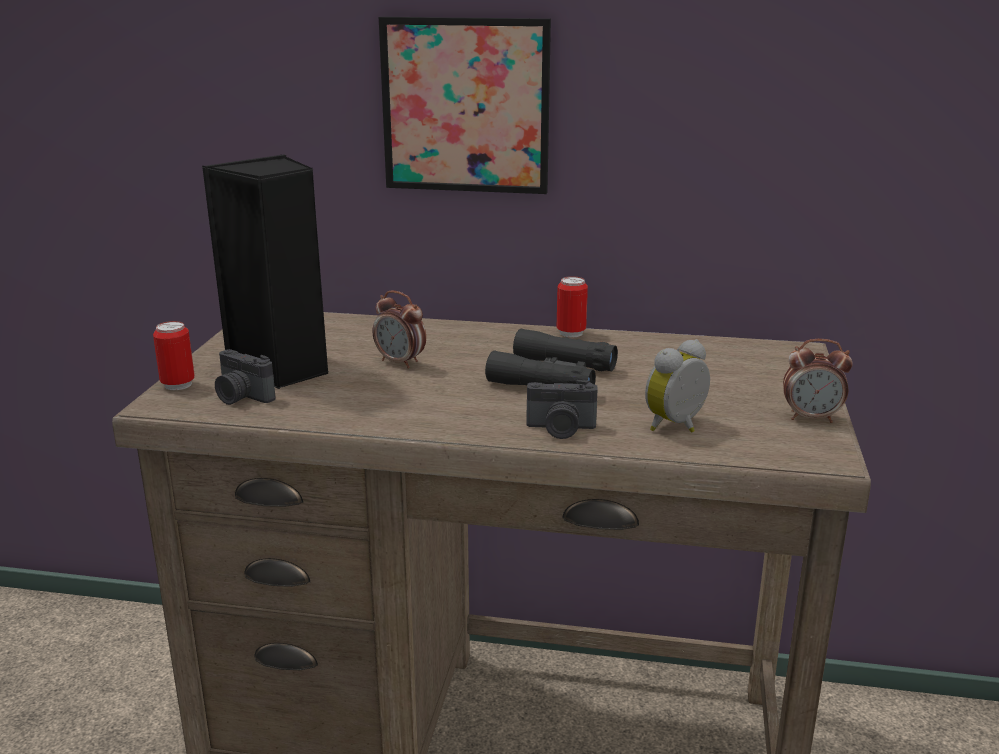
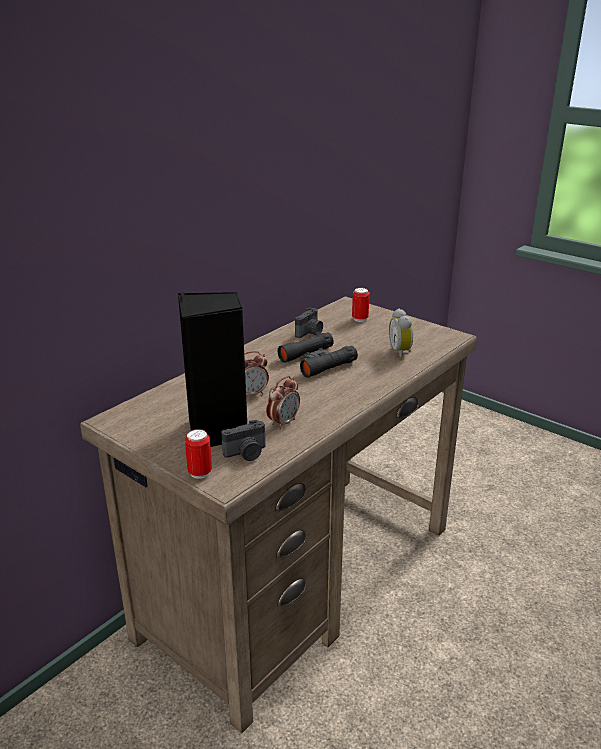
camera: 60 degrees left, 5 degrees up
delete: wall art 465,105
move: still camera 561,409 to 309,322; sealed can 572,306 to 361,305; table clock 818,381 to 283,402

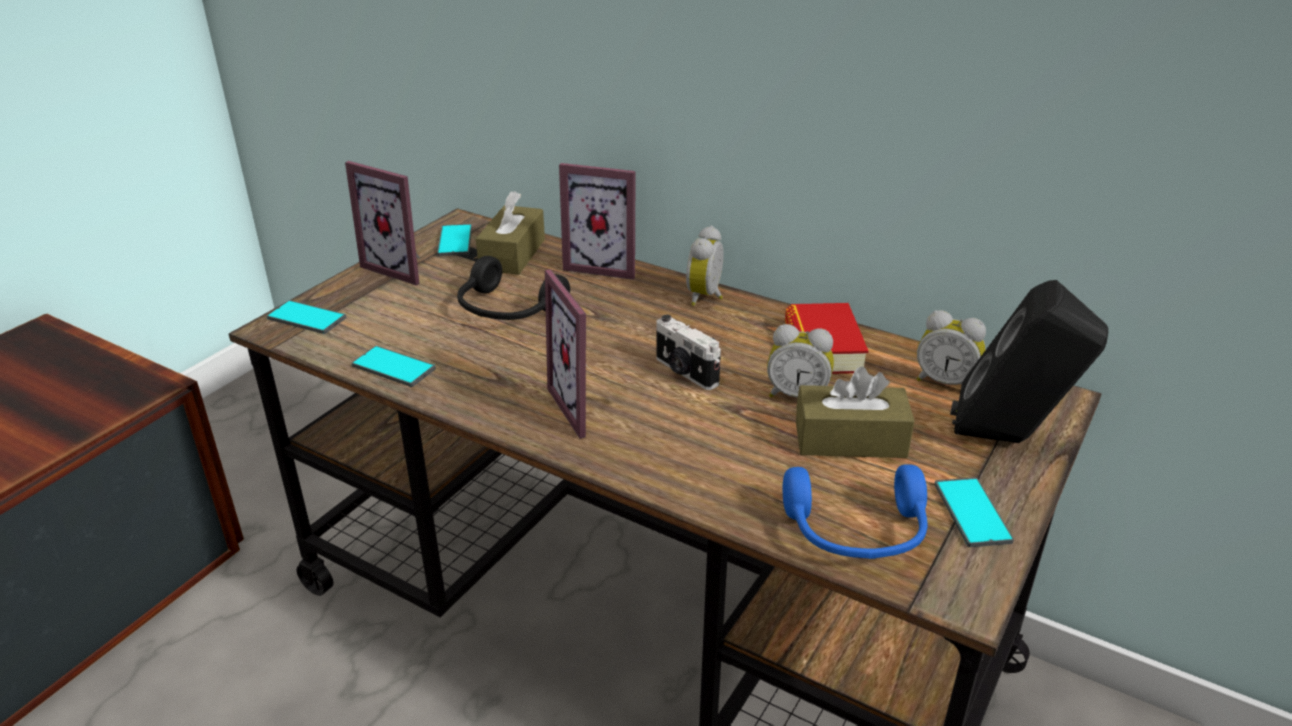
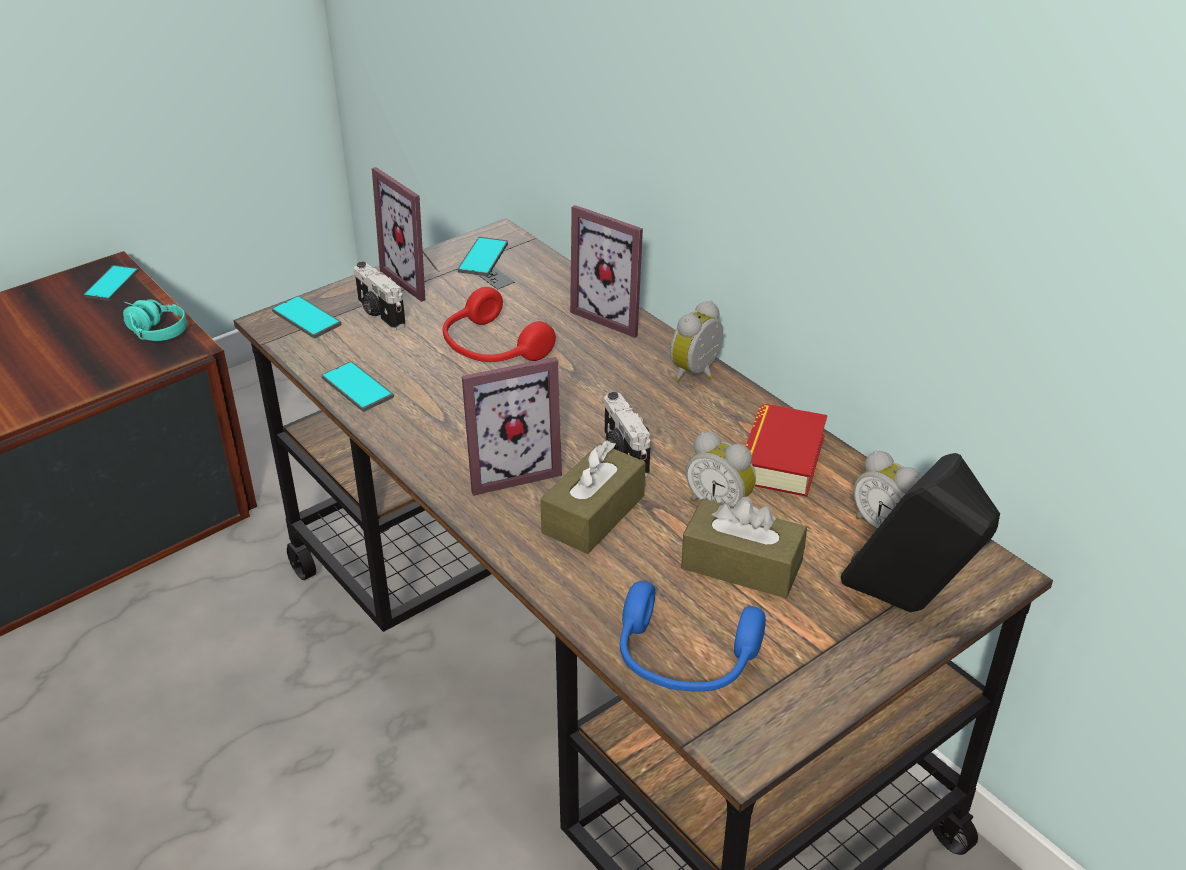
camera: 20 degrees right, 5 degrees up
insert: turquoise-coloured headset 155,320; still camera 380,296
move: brown-coloured tissue holder 510,233 to 592,497; handset 974,512 to 111,283
recolor: black-coloured headset 513,288 to red-coloured headset 499,324
rotate: photo frame 579,354 = 512,426 105 degrees counterclockwise

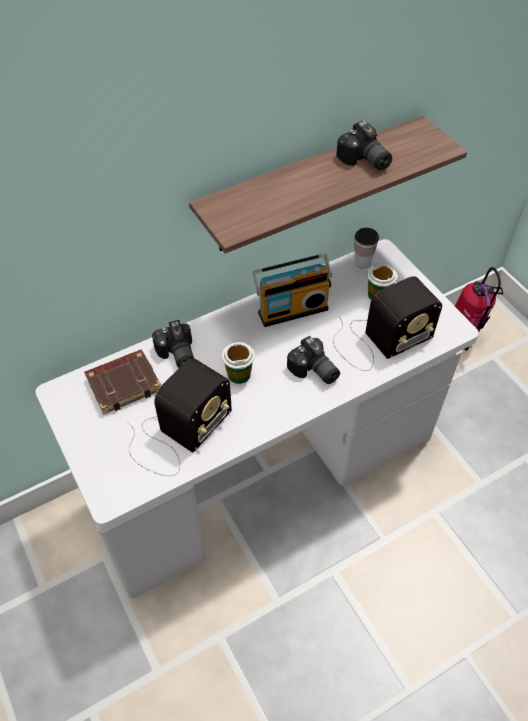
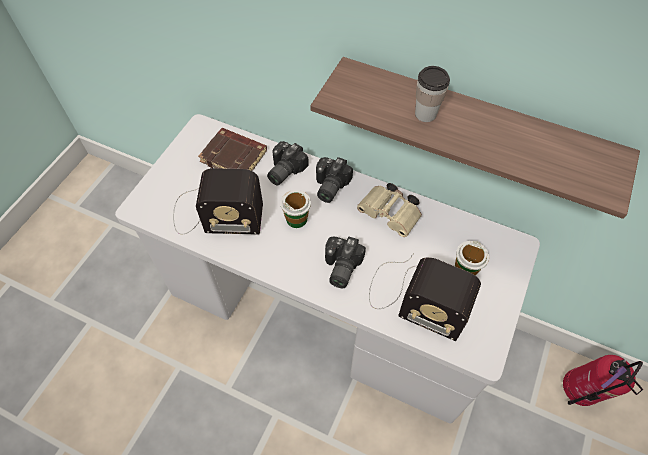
camera: 55 degrees right, 5 degrees up
move: still camera 364,146 to 334,180; cup 366,248 to 432,94
replace: radio 292,290 to beige field glasses 389,210

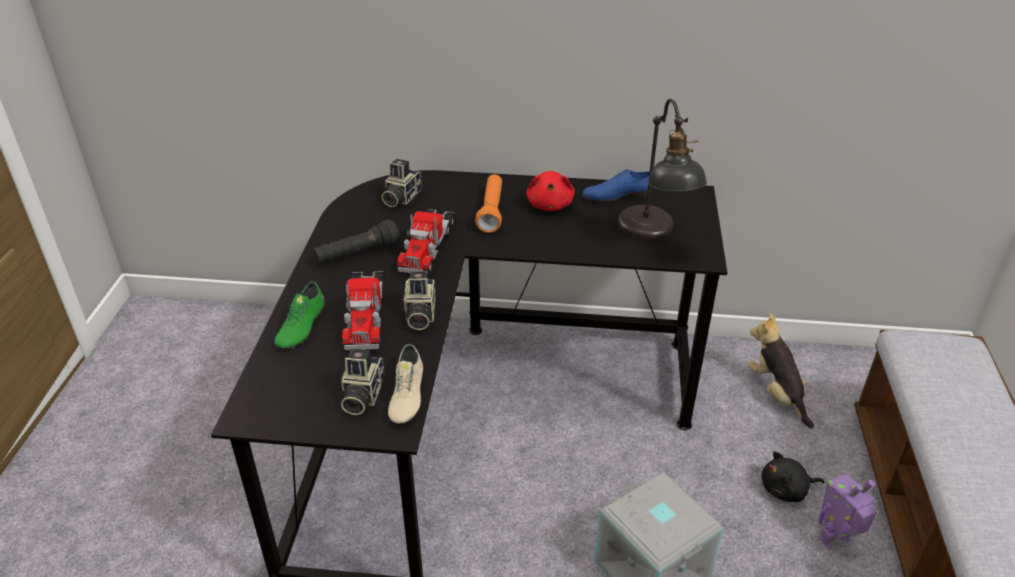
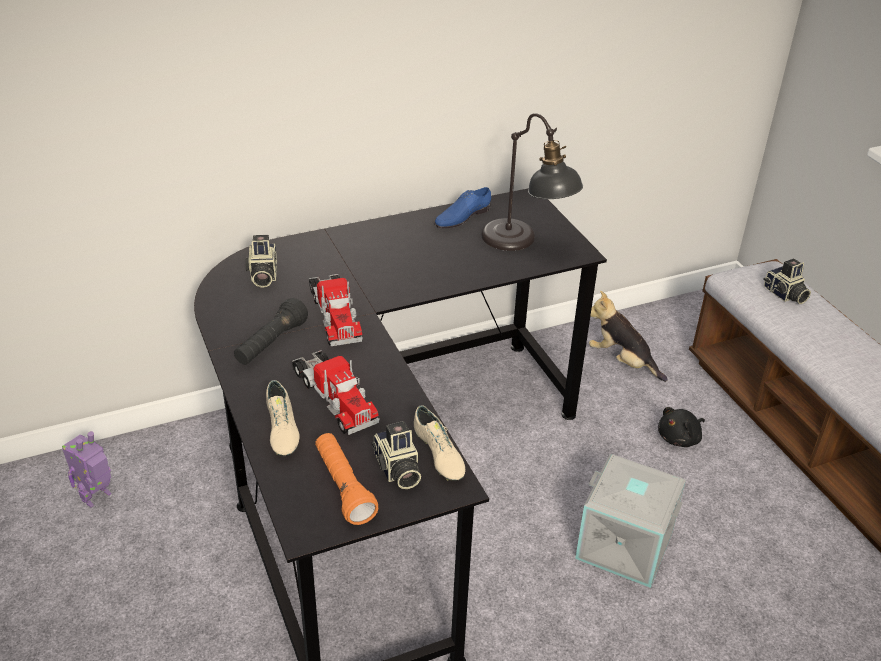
camera: 30 degrees left, 0 degrees up
delete: red-coloured plush toy 550,191
move: still camera 418,300 to 787,281; orange-coloured flashlight 488,203 to 346,479; toy robot 847,512 to 86,469
recolor: green shoe 299,315 to beige shoe 283,418

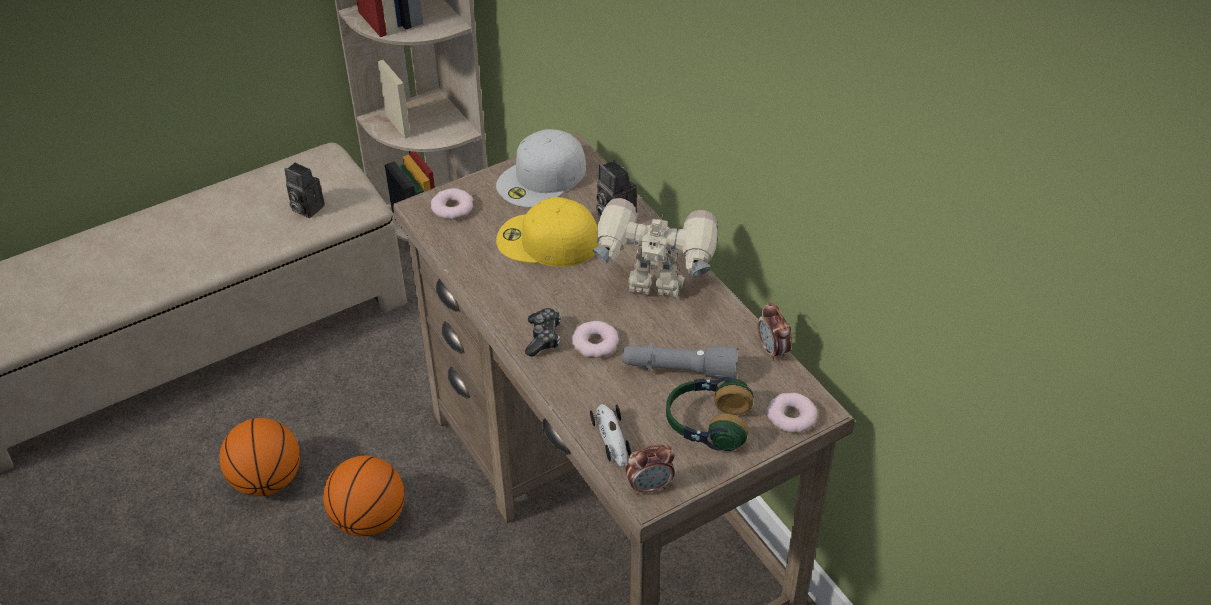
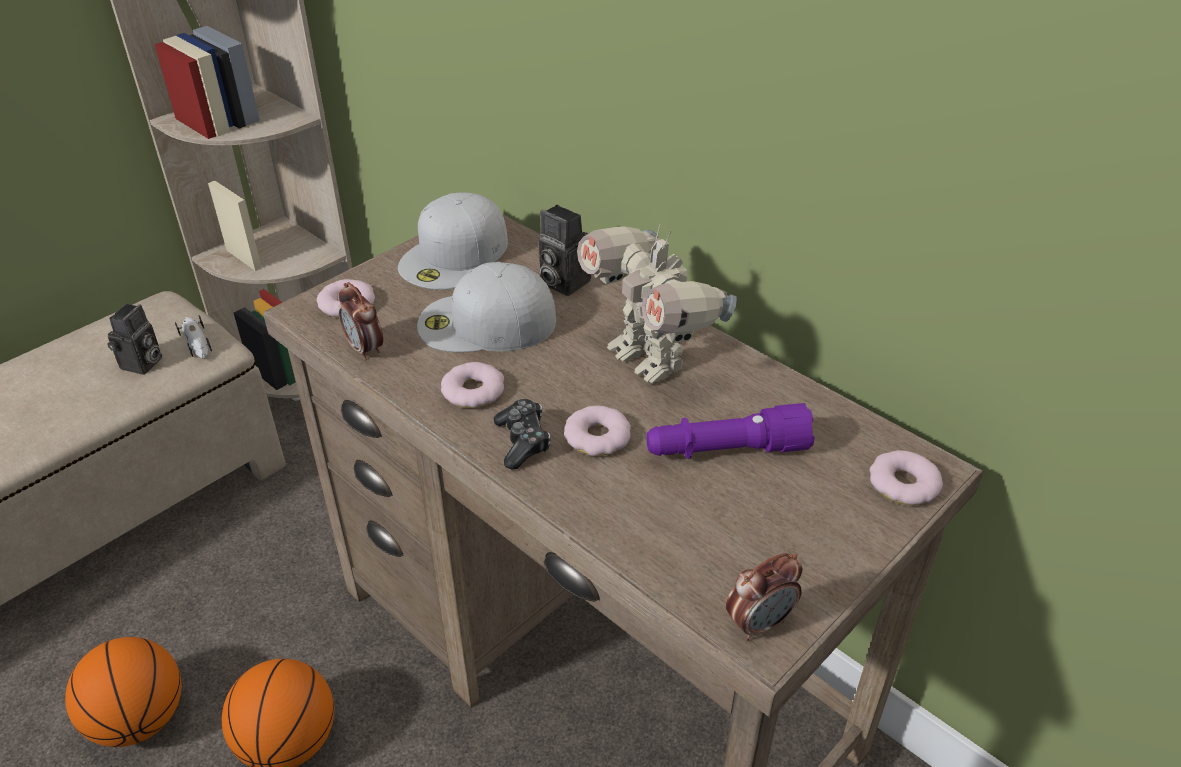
camera: 15 degrees left, 5 degrees down
delete: headset 709,414
insert: doughnut 472,385
move: model car 610,435 to 193,336; table clock 774,331 to 360,321
recolor: yellowish peaked cap 547,232 to white-coloured peaked cap 486,307; grey flashlight 680,361 to purplish flashlight 730,431
rotate: still camera 304,190 = 134,339 90 degrees counterclockwise; toy robot 655,248 = 657,303 120 degrees counterclockwise

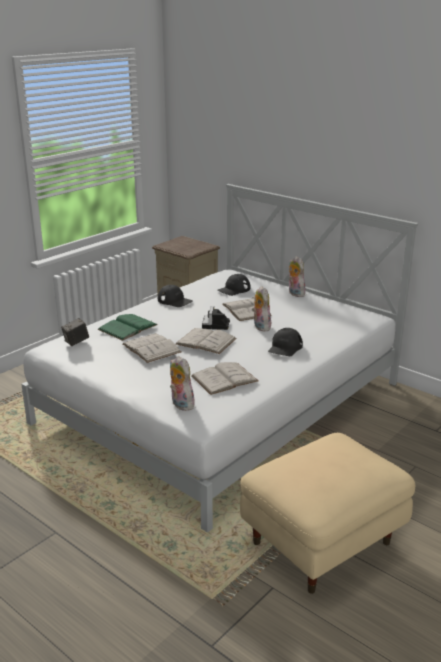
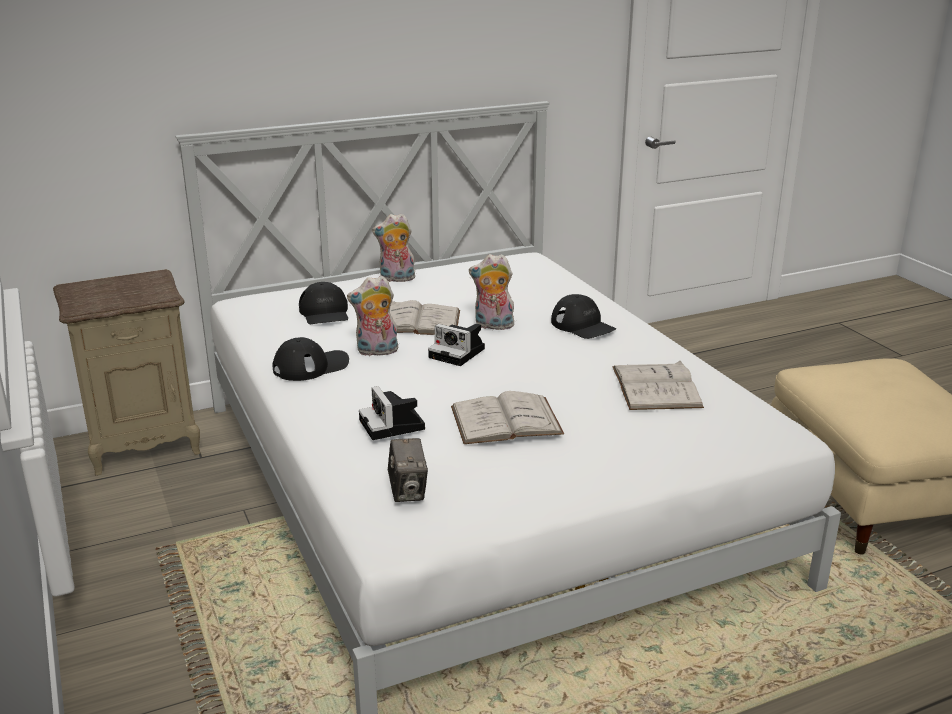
camera: 65 degrees left, 0 degrees up
delete: white-coloured bound book 206,341
move: plush toy 182,383 to 372,315
replace: green bound book 128,327 to still camera 392,413

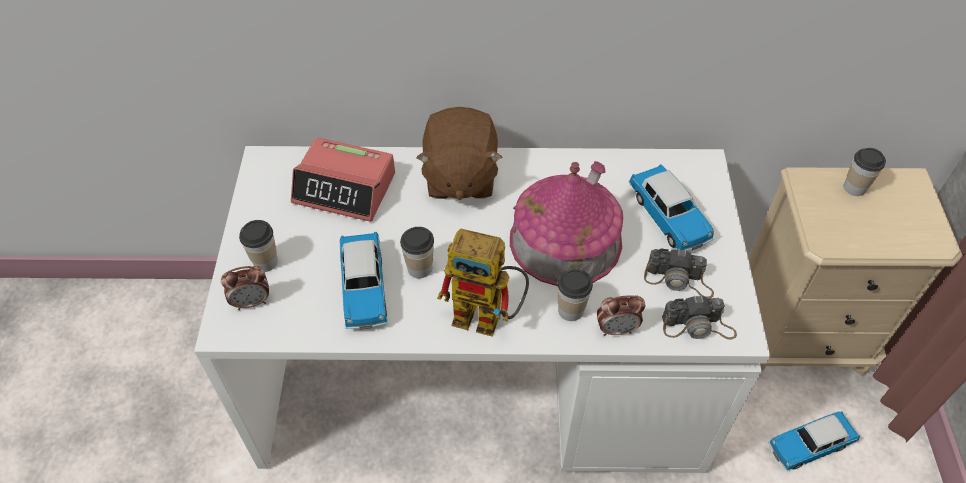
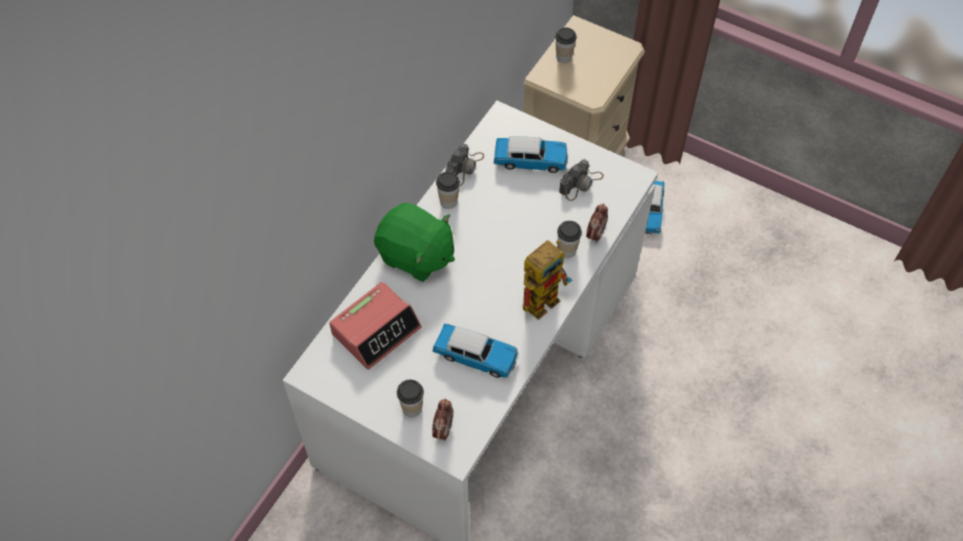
camera: 60 degrees left, 5 degrees up
delete: toy house 566,223
move: cup 417,252 to 448,190; still camera 699,317 to 465,164
recolor: brown-coloured plush toy 459,153 to green plush toy 414,242

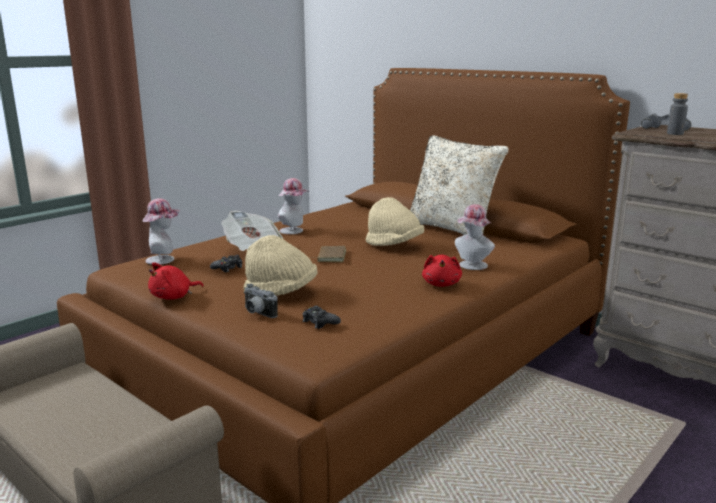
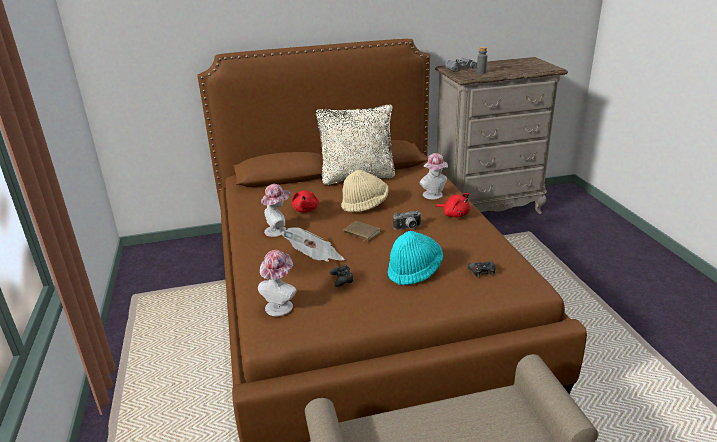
camera: 55 degrees left, 10 degrees up
move: red-coloured plush toy 175,281 to 305,201; still camera 261,301 to 407,220
recolor: beige clothing hat 281,265 to turquoise-coloured clothing hat 415,258

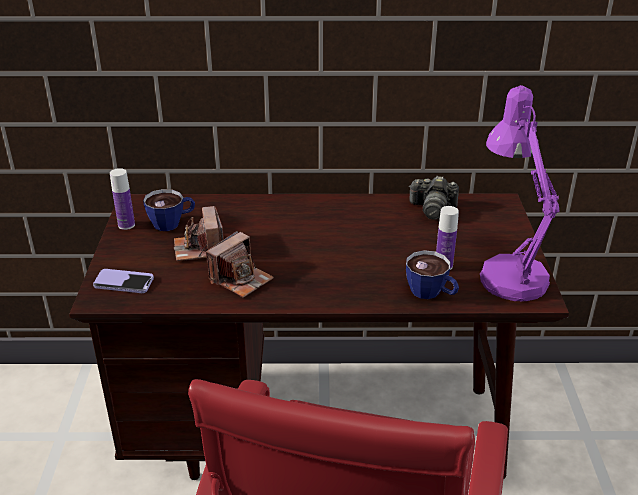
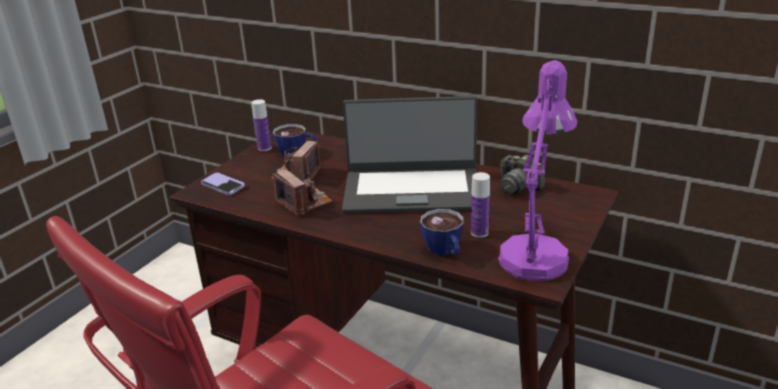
camera: 30 degrees right, 5 degrees down
insert: laptop 409,154
rotate: still camera 240,264 = 303,192 105 degrees counterclockwise

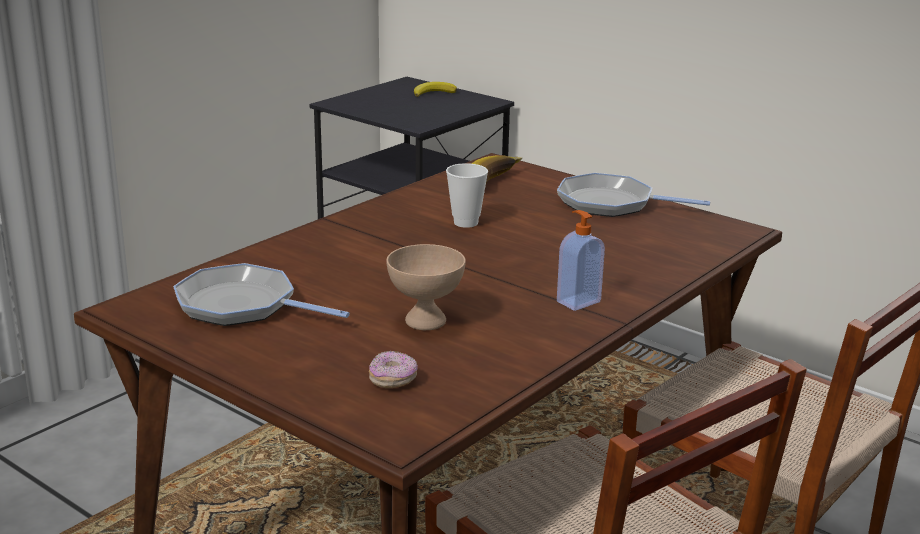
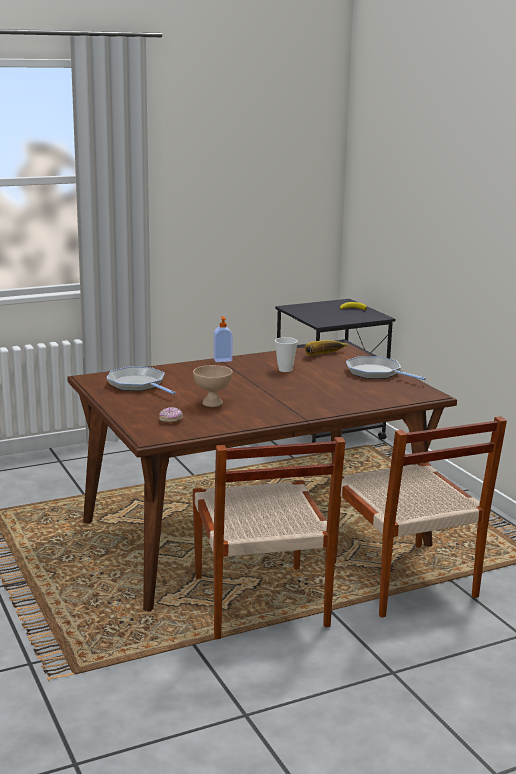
camera: 25 degrees right, 5 degrees down
move: liquid soap bottle 581,260 to 223,339

